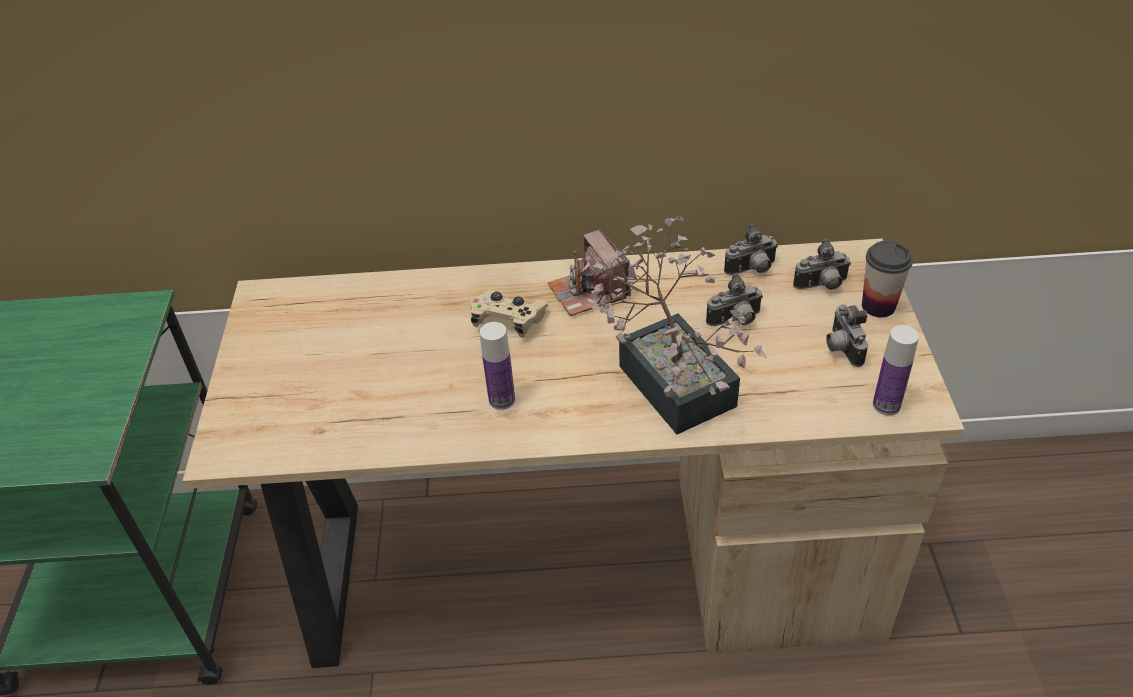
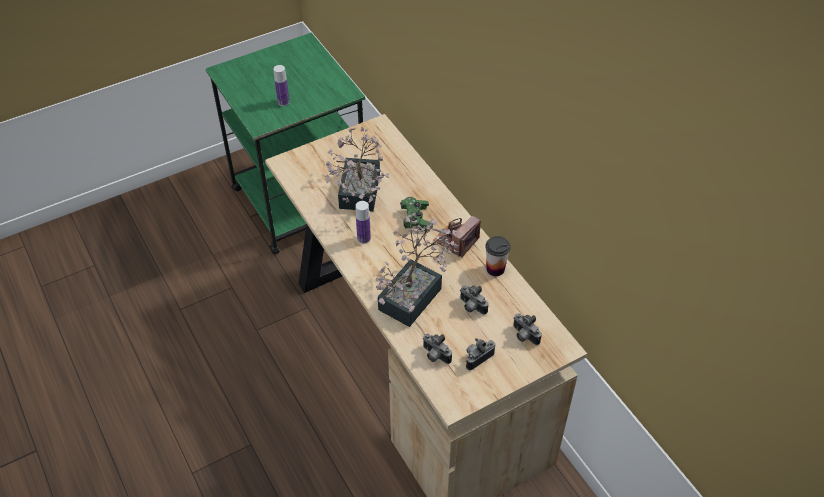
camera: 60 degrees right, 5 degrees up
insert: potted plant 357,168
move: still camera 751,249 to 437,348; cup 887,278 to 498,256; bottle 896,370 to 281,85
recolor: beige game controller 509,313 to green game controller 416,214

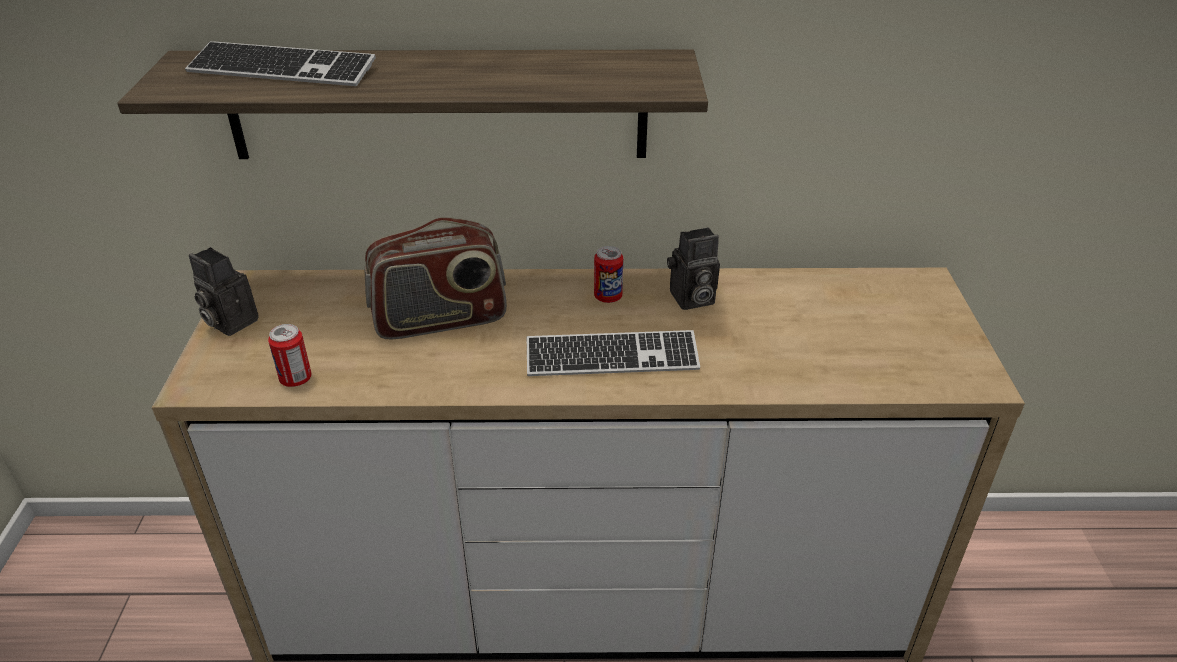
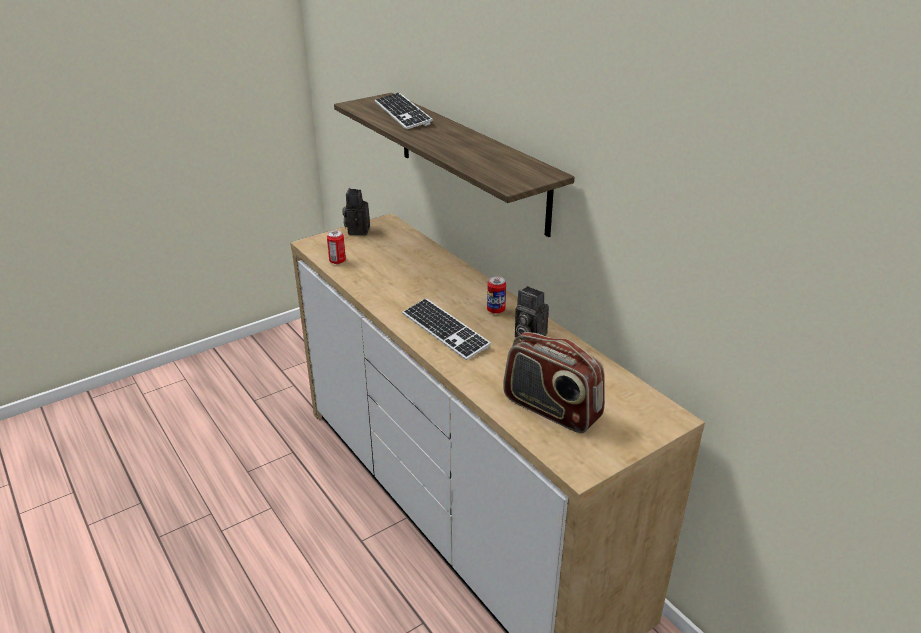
camera: 55 degrees right, 5 degrees down
move: radio 435,278 to 554,382

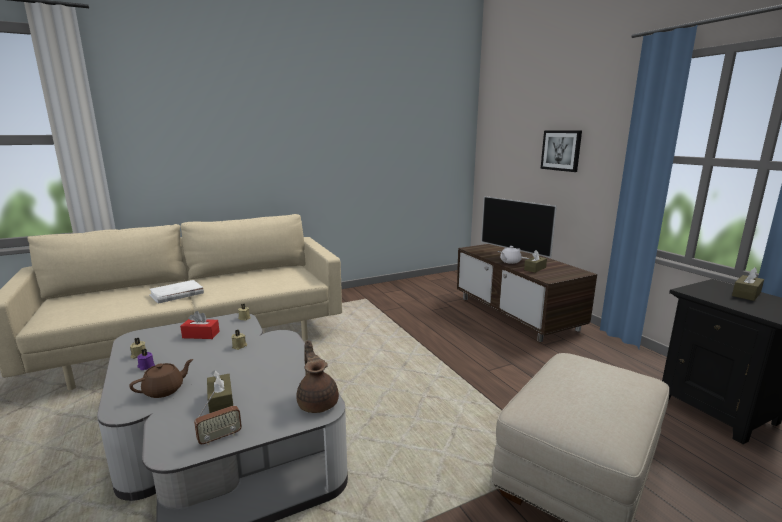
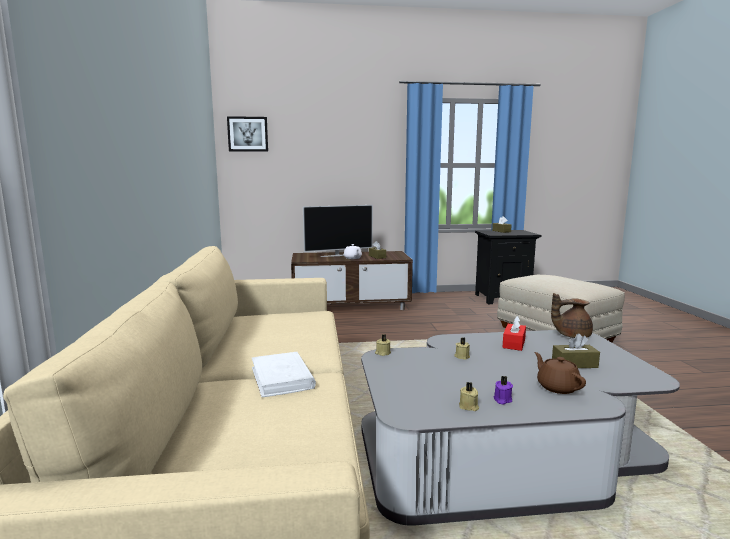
camera: 70 degrees left, 5 degrees down
delete: radio 218,418
move: red-coloured tissue holder 200,325 to 514,333; wall art 561,151 to 247,134

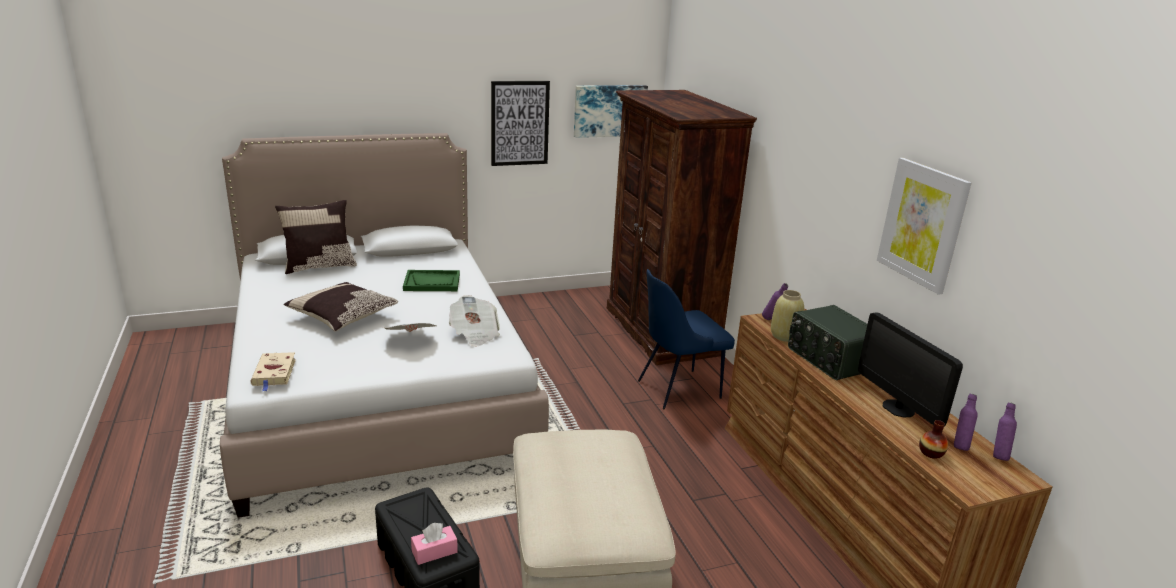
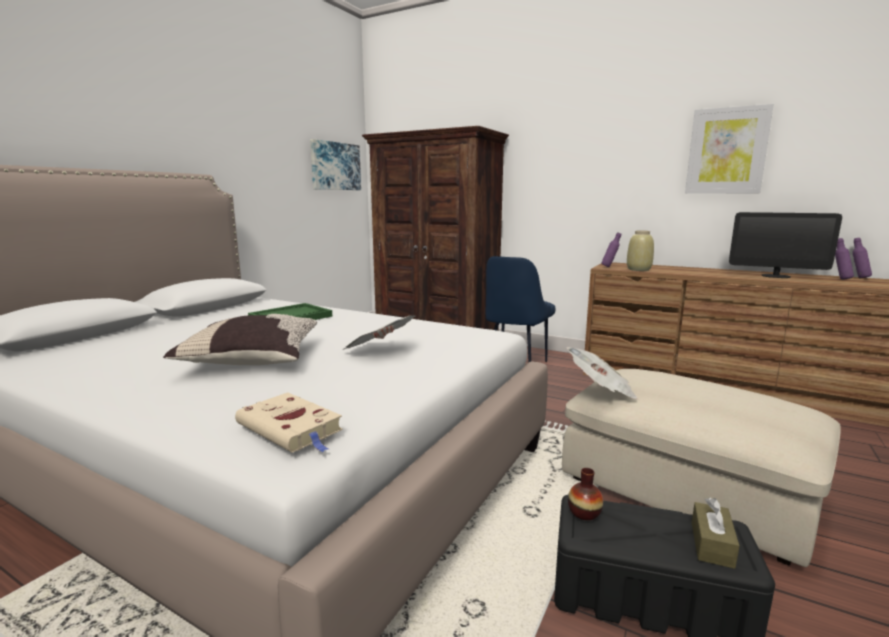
camera: 40 degrees left, 10 degrees down
delete: throw pillow 316,237; wall art 520,123; radio 827,342
move: printed paper 474,321 to 602,373; flower vase 933,439 to 585,494
recolor: pink tissue holder 434,544 to brown-coloured tissue holder 716,533

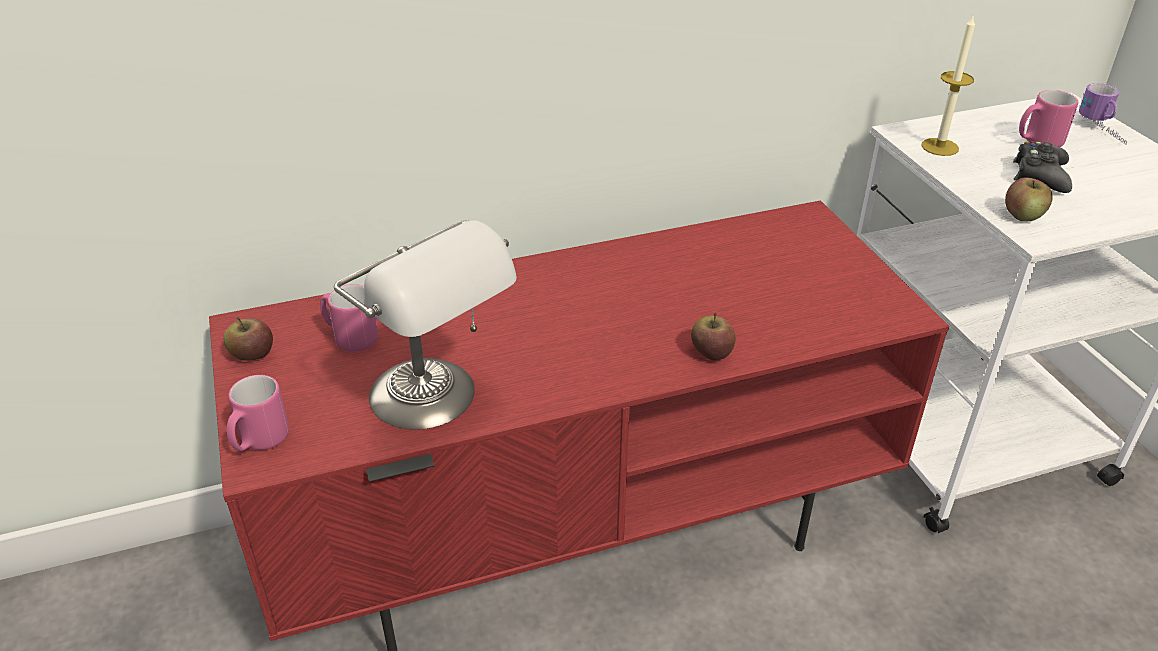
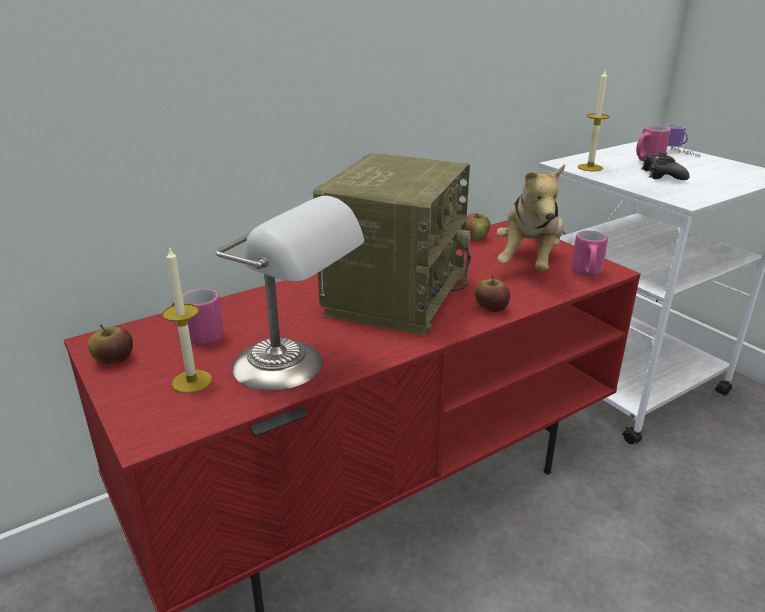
camera: 15 degrees left, 10 degrees down
insert: wax light 187,319; radio 392,244; plush toy 531,218
move: pink tea mug 258,413 to 589,253; apple fruit 1029,199 to 478,227

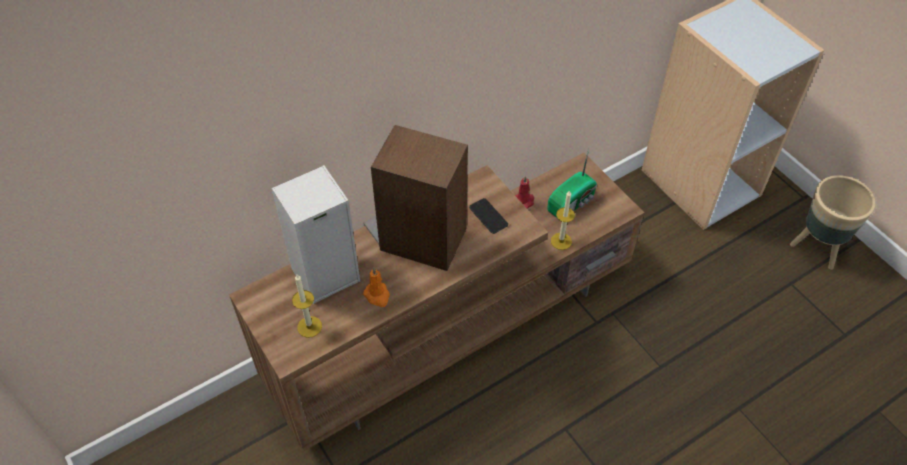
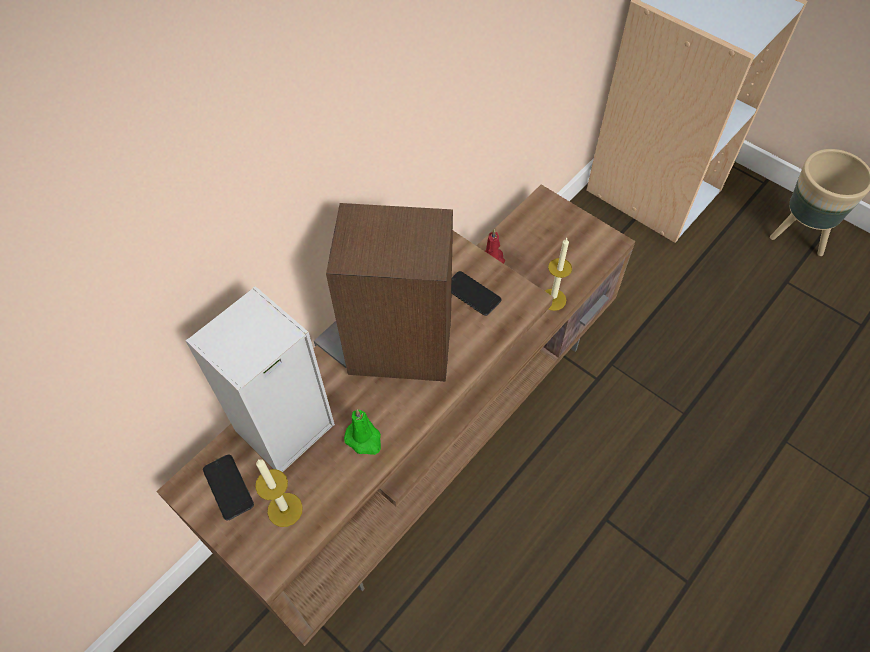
camera: 15 degrees left, 5 degrees up
delete: radio 572,183
insert: handset 228,487
recolor: orange-coloured wax light 376,287 to green wax light 362,432

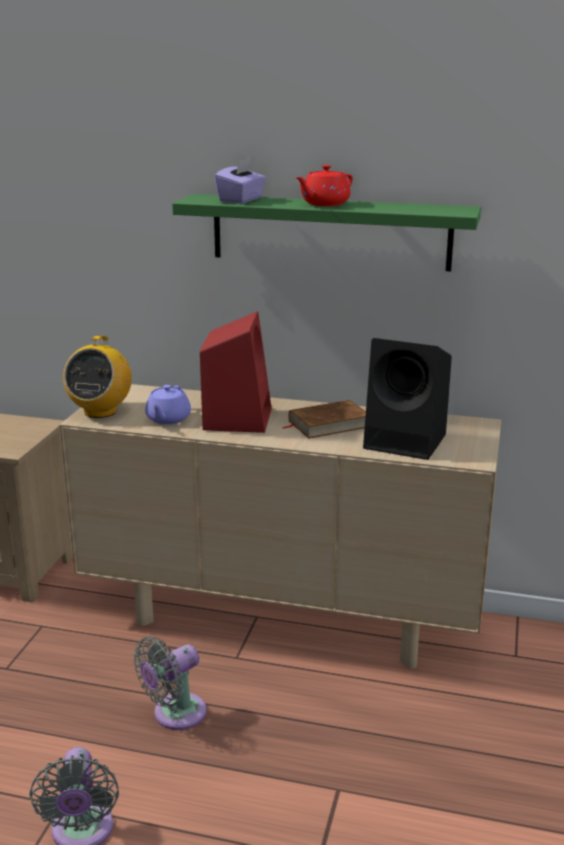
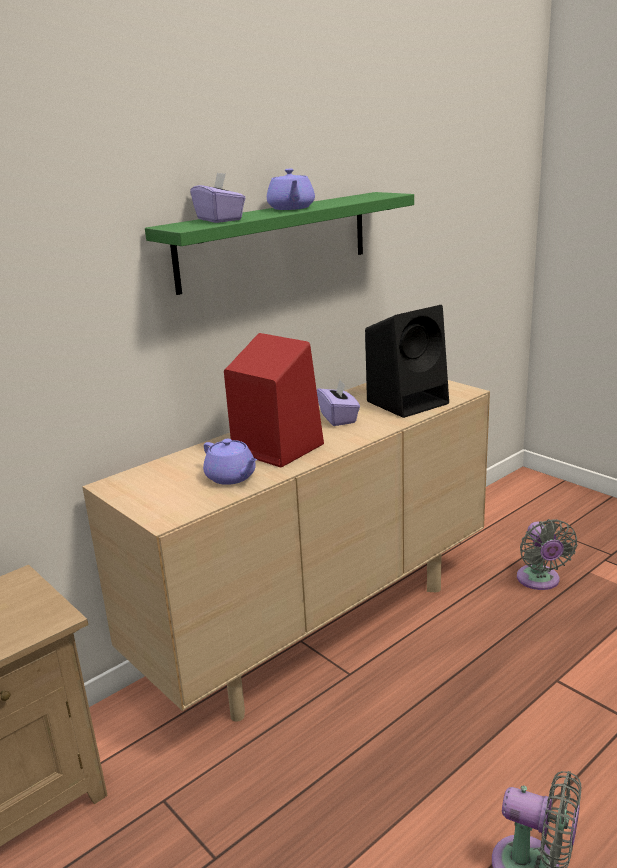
camera: 55 degrees left, 0 degrees up
delete: radio 97,376
move: grey electric fan 170,683 to 547,554
replace: brown-coloured bound book 324,419 to purplish tissue holder 338,403
recolor: red-coloured teapot 324,185 to purplish teapot 291,189

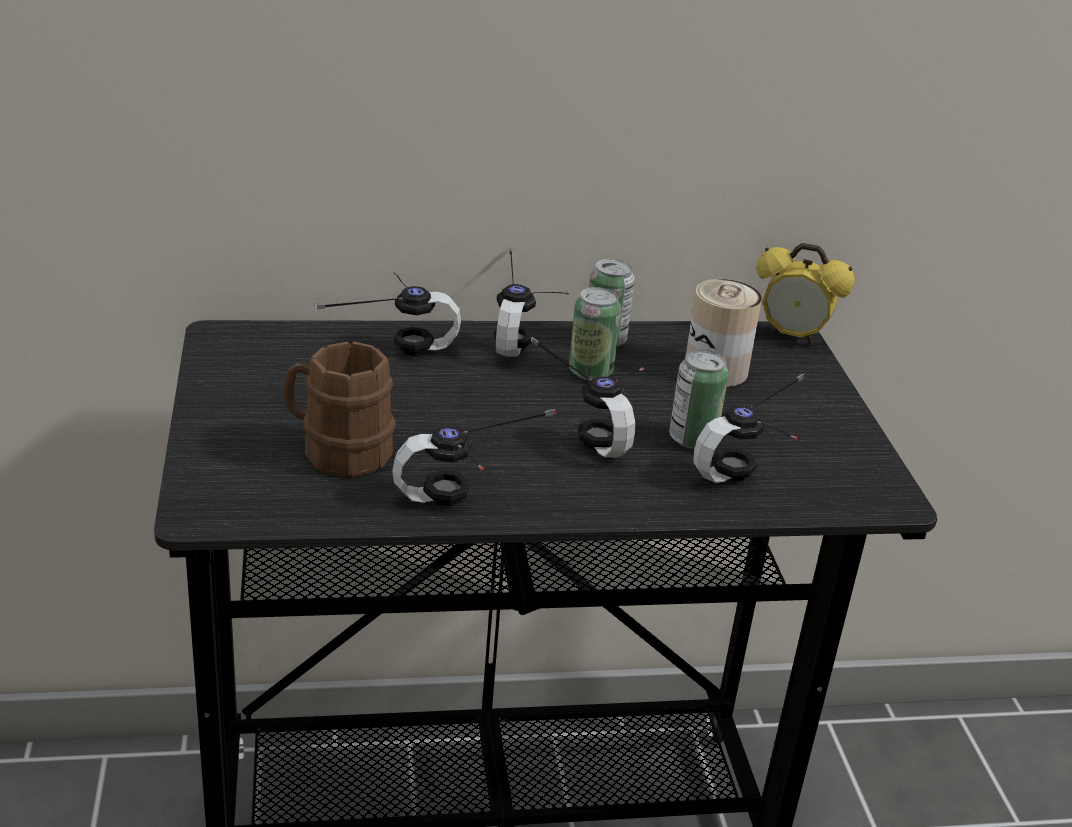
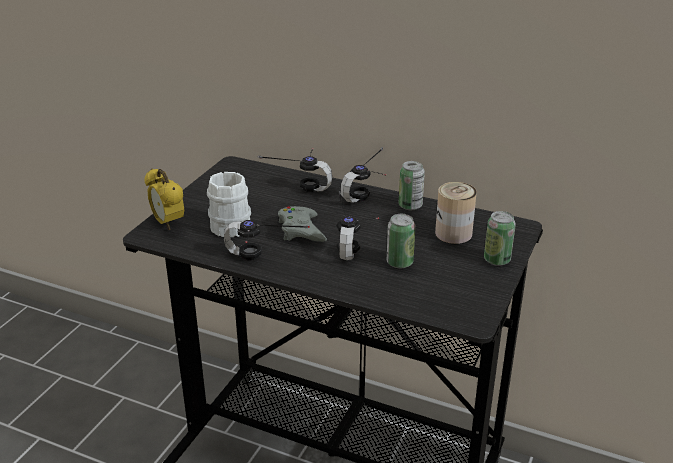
camera: 35 degrees right, 0 degrees up
delete: headset 748,428
insert: grey game controller 302,224
move: sealed can 595,333 to 500,238; table clock 806,294 to 165,199
recolor: brown-coloured tea mug 340,409 to white-coloured tea mug 229,204

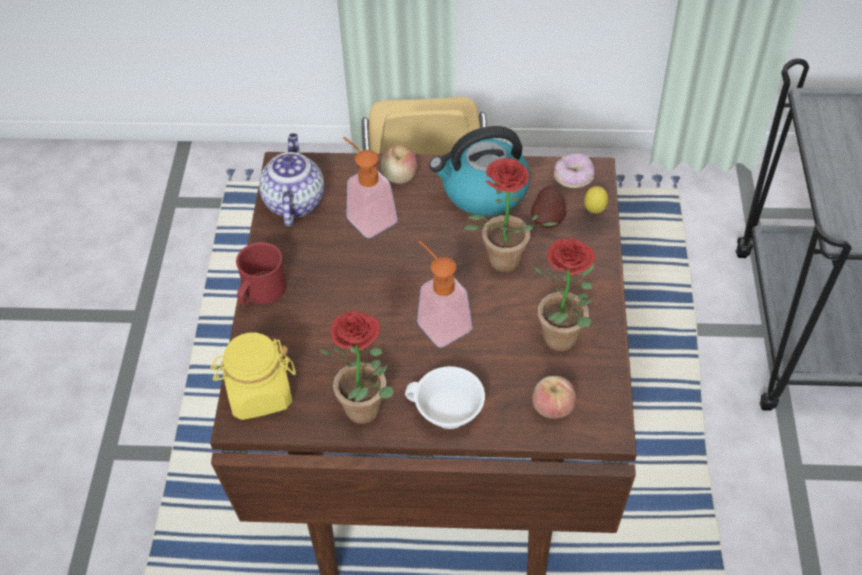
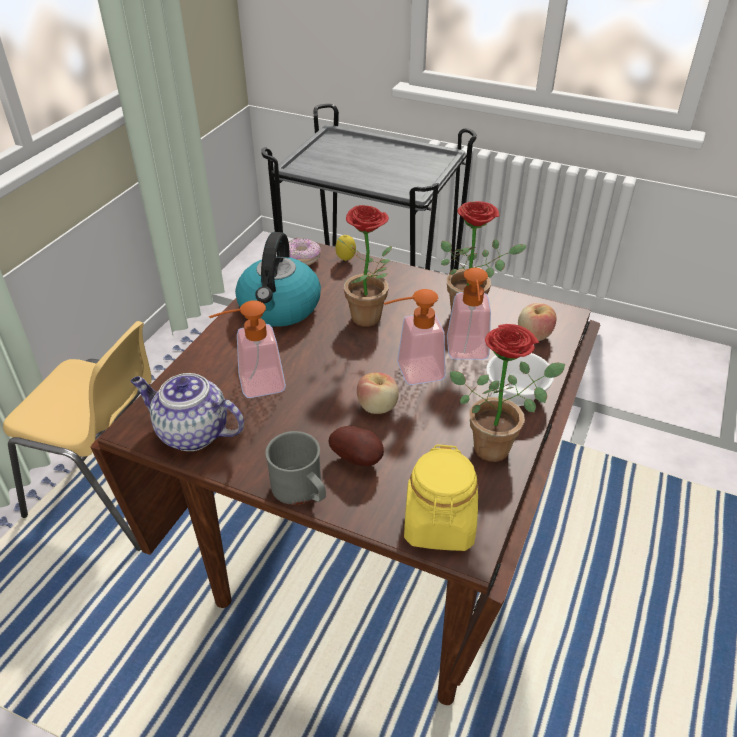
camera: 70 degrees left, 10 degrees down
insert: liquid soap bottle 469,314
move: apple fruit 399,164 to 378,393; potato 548,208 to 356,446
recolor: red-coloured tea mug 261,273 to grey tea mug 295,468

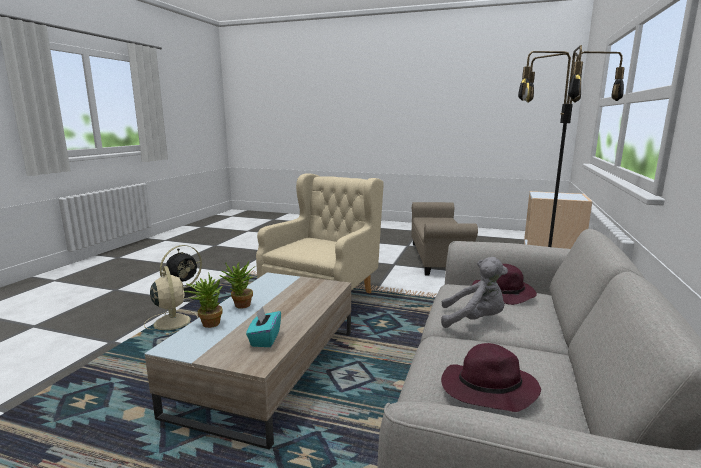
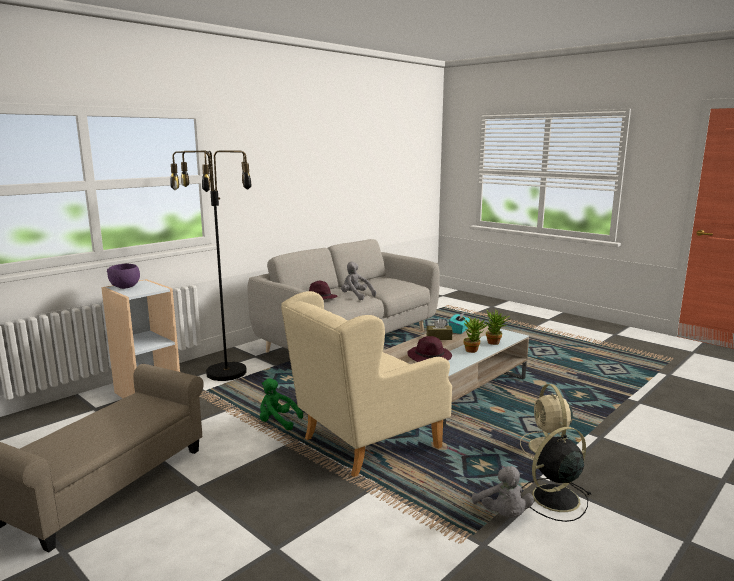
camera: 155 degrees left, 0 degrees up
insert: purplish bowl 123,276; green plush toy 281,404; brown-coloured tissue holder 439,329; grey plush toy 503,492
move: purplish clothing hat 491,377 to 429,349

